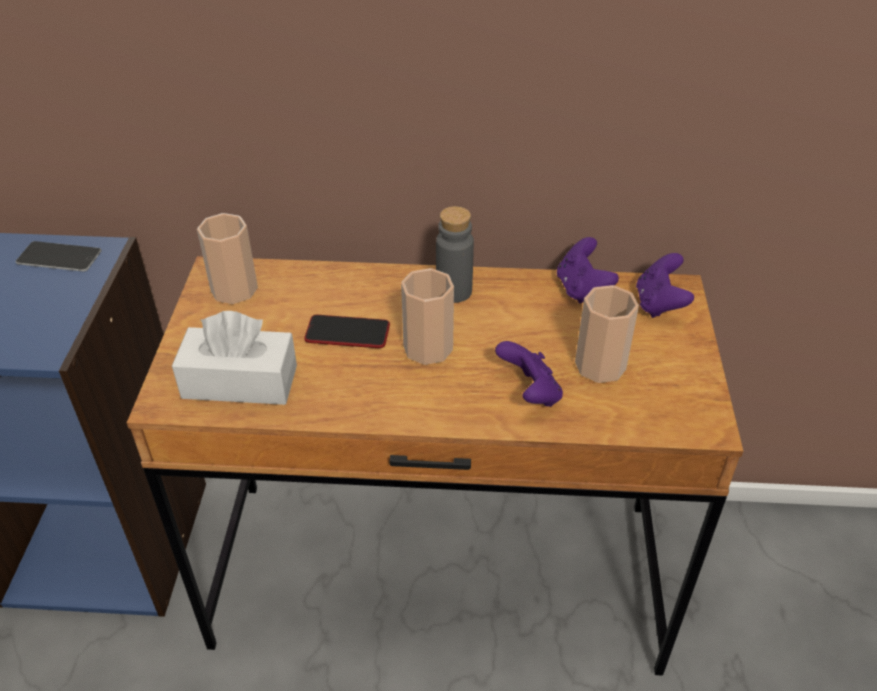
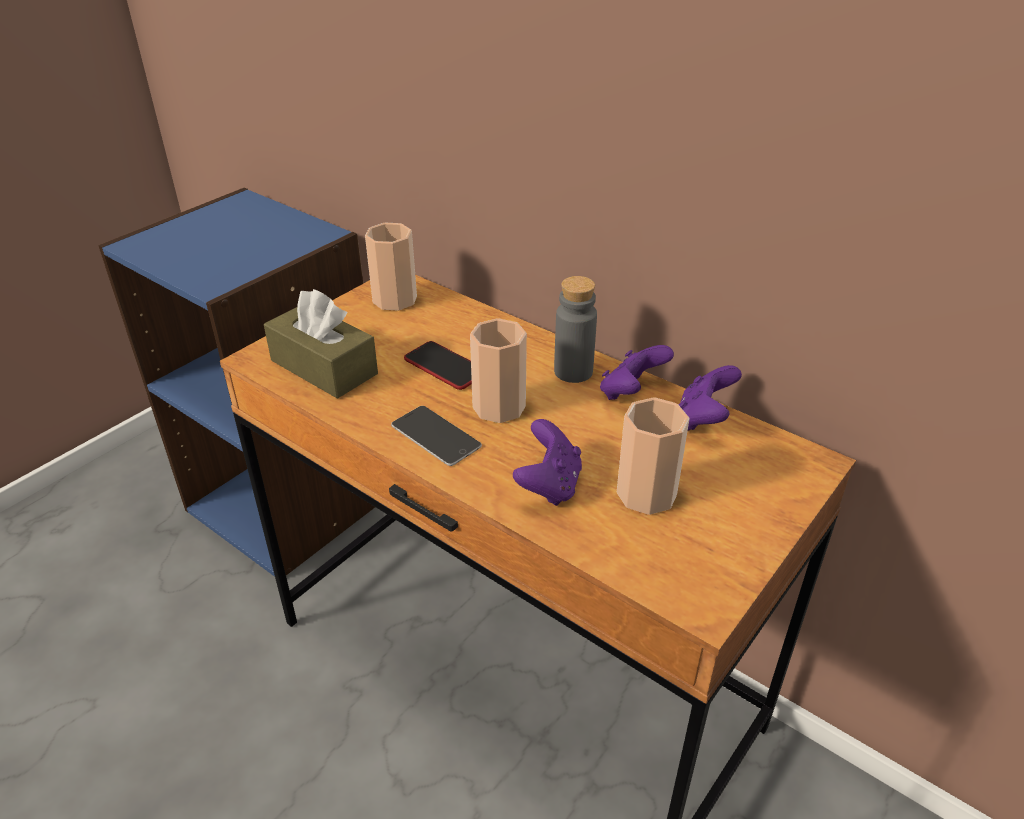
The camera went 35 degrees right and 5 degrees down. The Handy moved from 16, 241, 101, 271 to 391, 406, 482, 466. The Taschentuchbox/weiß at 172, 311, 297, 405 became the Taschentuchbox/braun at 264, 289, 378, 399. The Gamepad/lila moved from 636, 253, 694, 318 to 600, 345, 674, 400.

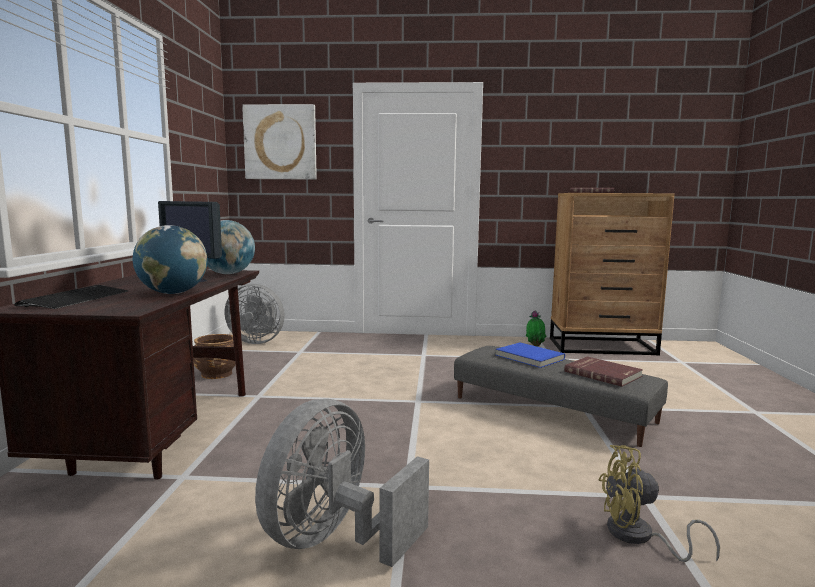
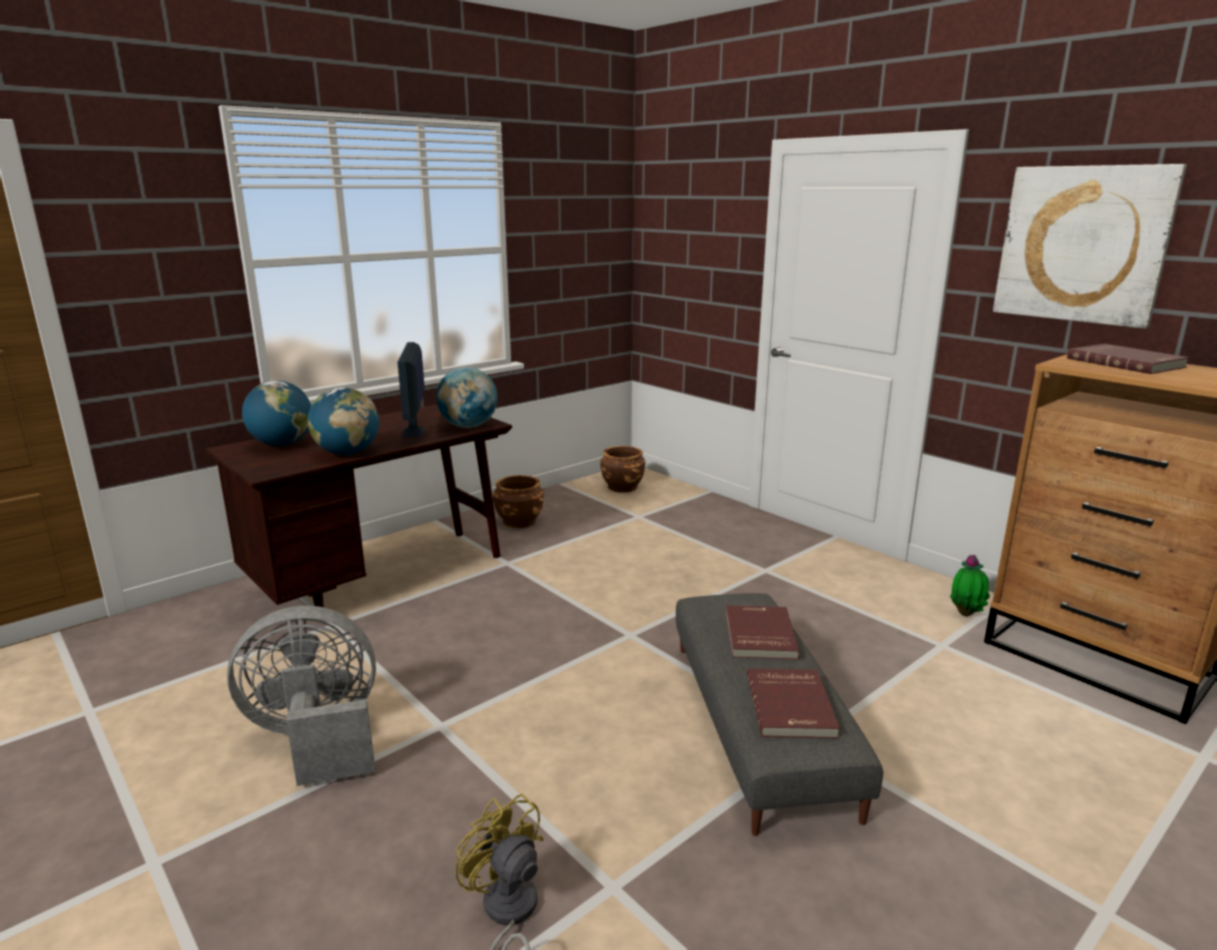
The camera went 45 degrees right and 10 degrees up. The Tastatur at 14, 285, 128, 309 was replaced by the Globus at 242, 381, 311, 446. The Ventilator/grau at 224, 284, 285, 344 was replaced by the Pflanzkübel/braun at 600, 446, 645, 493. The Bild moved from 242, 104, 317, 180 to 993, 164, 1186, 329. The Buch/blau at 496, 342, 565, 368 became the Buch/rot at 726, 605, 800, 660.

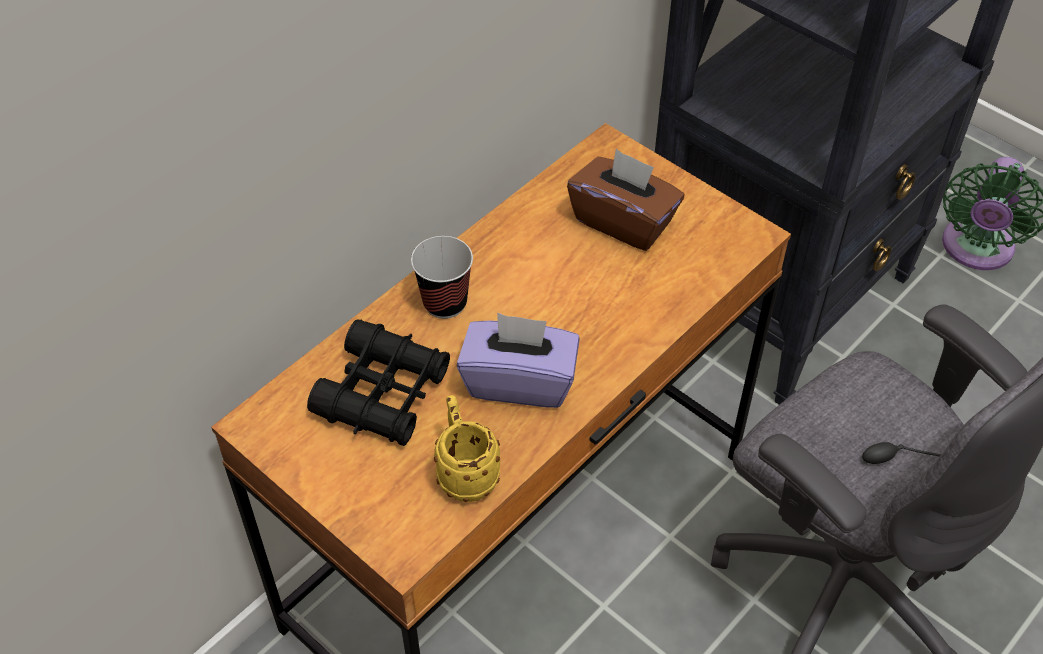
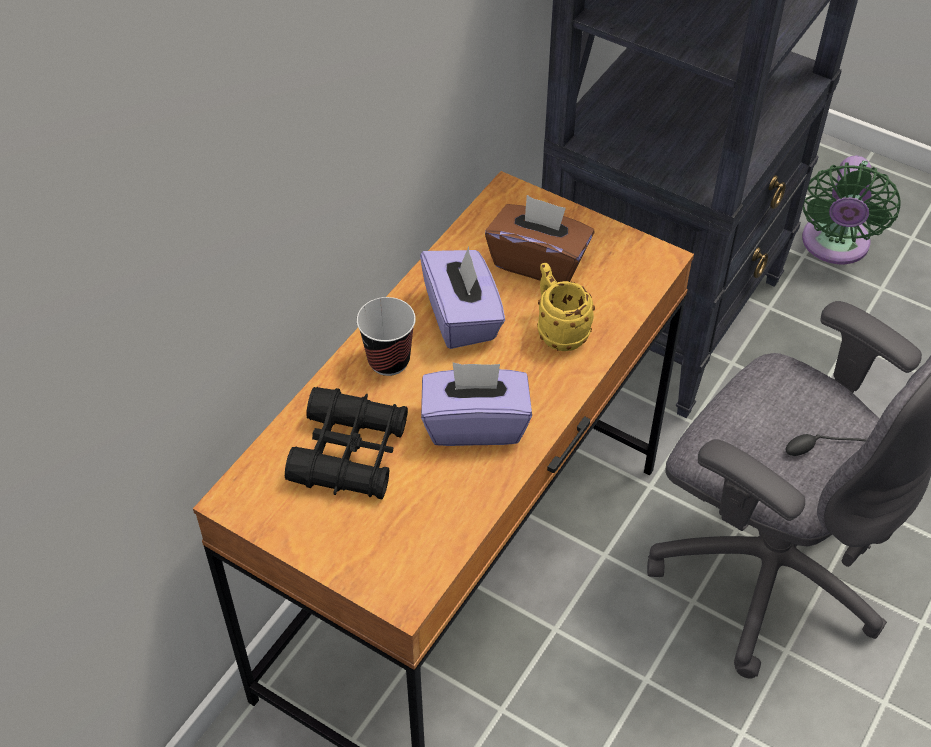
The camera went 10 degrees left and 0 degrees up. The Henkelbecher/gelb moved from 434, 395, 500, 502 to 537, 263, 595, 351. The Taschentuchbox/lila at 420, 247, 505, 349 appeared.

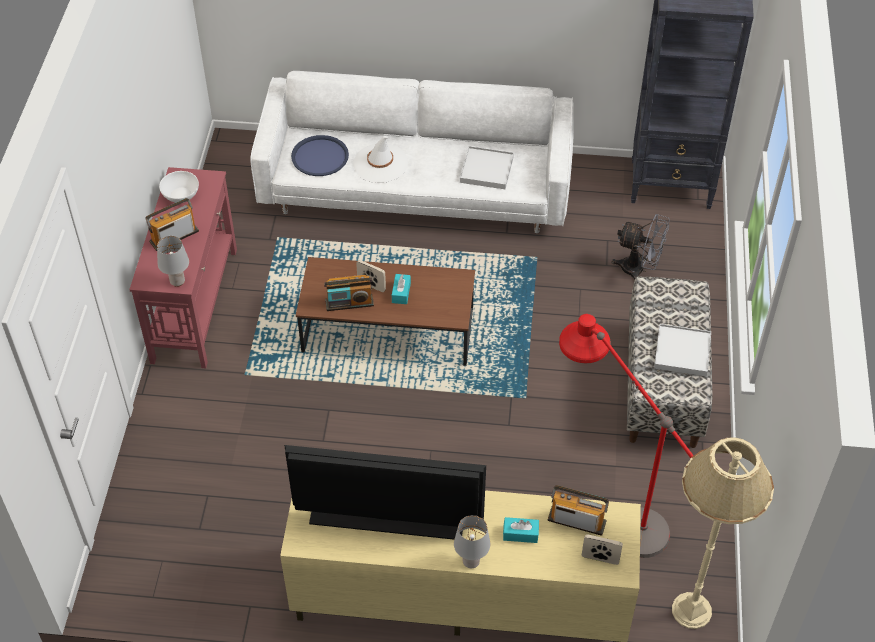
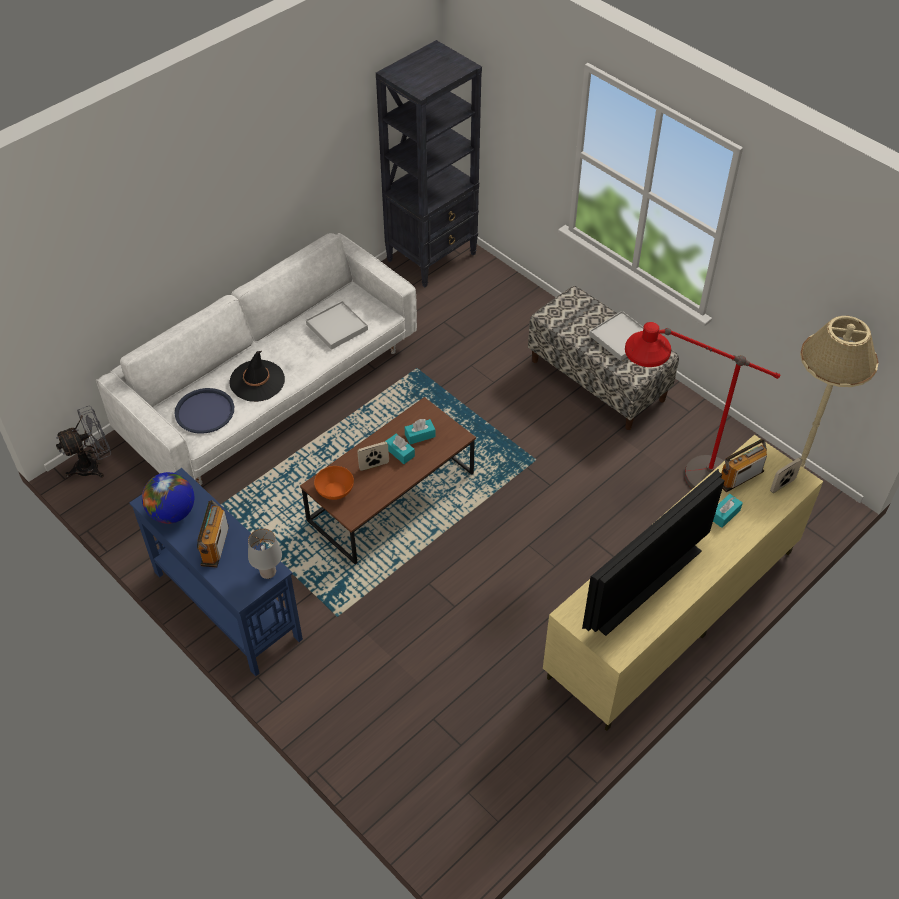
The camera went 50 degrees left and 0 degrees up. The Konsolentisch/rot at 129, 167, 237, 368 became the Konsolentisch/blau at 129, 468, 303, 676. The Schüssel/weiß at 159, 171, 199, 203 was replaced by the Globus at 142, 472, 194, 524. The Radio at 324, 275, 374, 311 disappeared. The Hut/weiß at 353, 136, 408, 183 became the Hut/schwarz at 229, 351, 285, 402. The Tischlampe/grau at 454, 515, 490, 568 disappeared. The Ventilator/grau moved from 611, 214, 670, 280 to 56, 406, 111, 478. The Schüssel/orange at 314, 466, 354, 500 appeared. The Taschentuchbox/türkis at 405, 419, 436, 445 appeared.

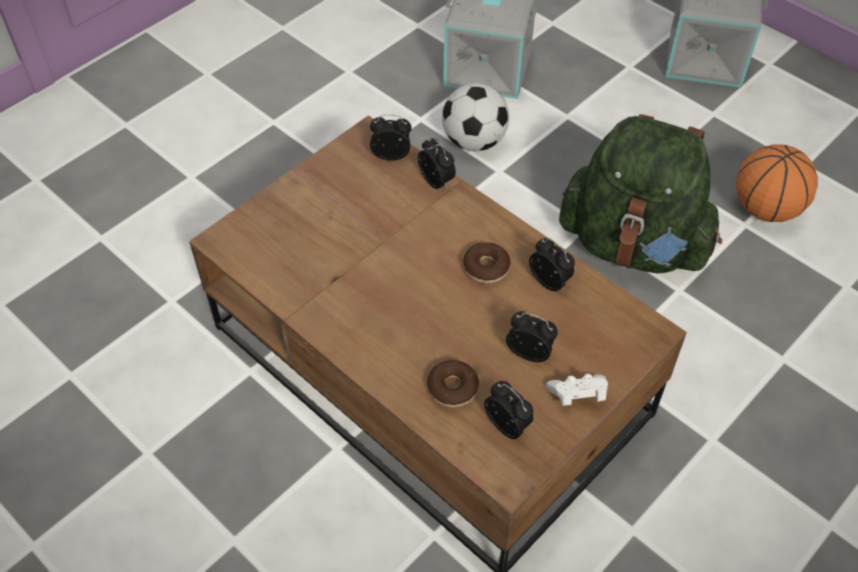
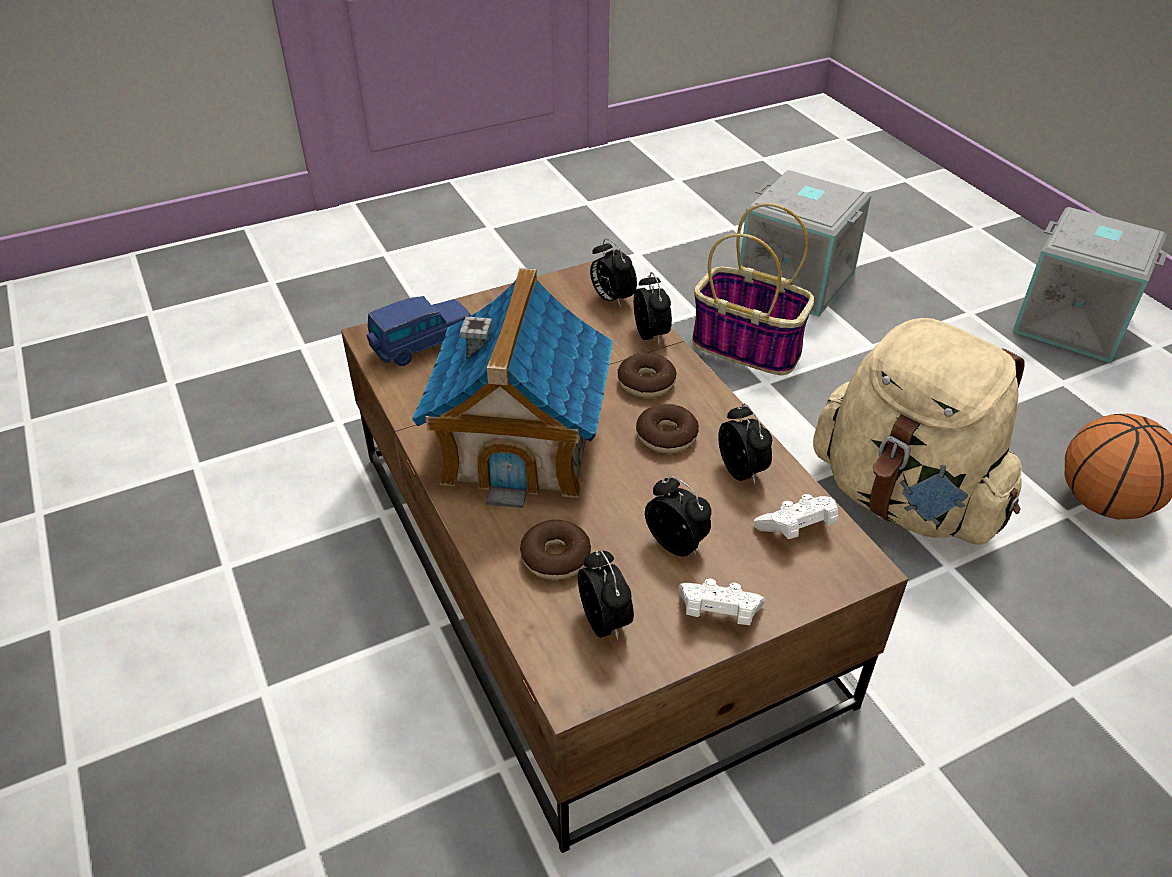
The camera went 20 degrees right and 10 degrees down. The Wecker at 370, 115, 412, 161 turned 150 degrees counterclockwise. The Fußball at 442, 83, 509, 151 was replaced by the Korb at 692, 203, 814, 375. The Rucksack/grün at 559, 114, 722, 273 became the Rucksack/beige at 813, 318, 1025, 545. The Spielzeugauto/blau at 366, 296, 471, 366 appeared. The Spielzeughaus at 412, 268, 613, 508 appeared. The Donut at 618, 353, 676, 398 appeared. The Gamepad/weiß at 753, 494, 838, 539 appeared.

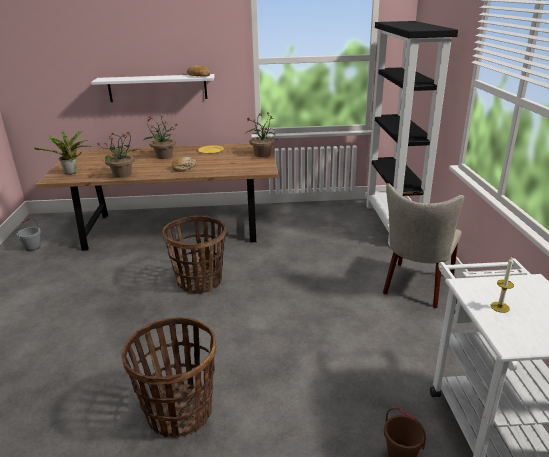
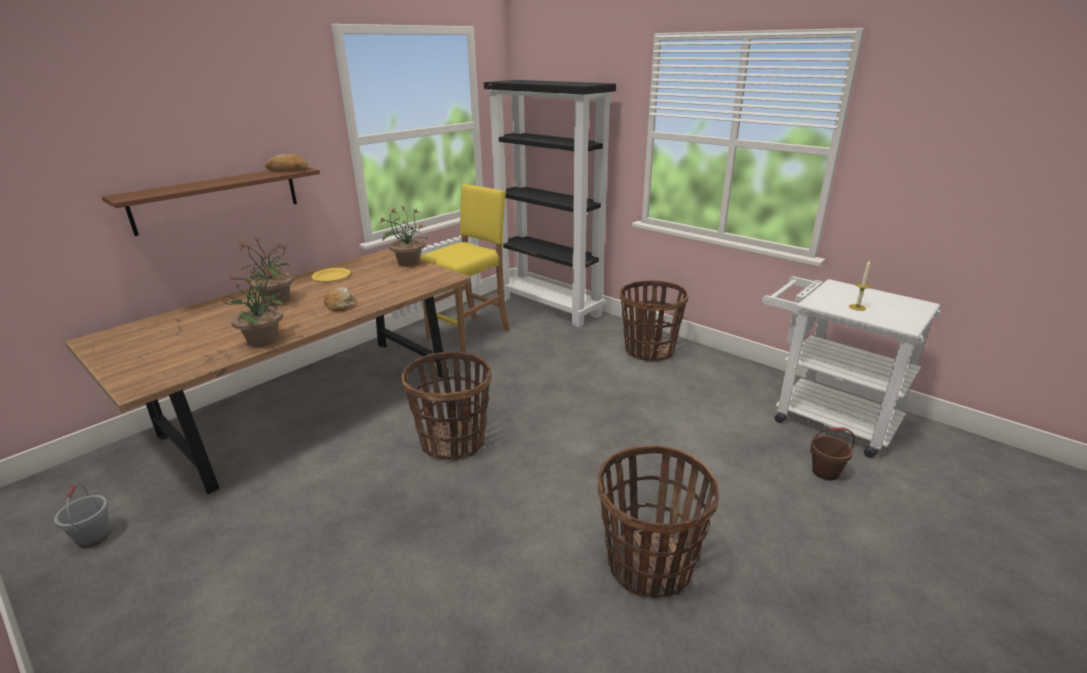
The camera went 45 degrees left and 0 degrees up. The Topfpflanze at 34, 131, 93, 175 disappeared. The Wandregal/weiß at 91, 74, 215, 102 became the Wandregal/braun at 102, 167, 320, 236. The Stuhl/beige at 383, 183, 464, 308 was replaced by the Korb at 620, 280, 688, 362. The Hocker/gelb at 420, 184, 510, 353 appeared.

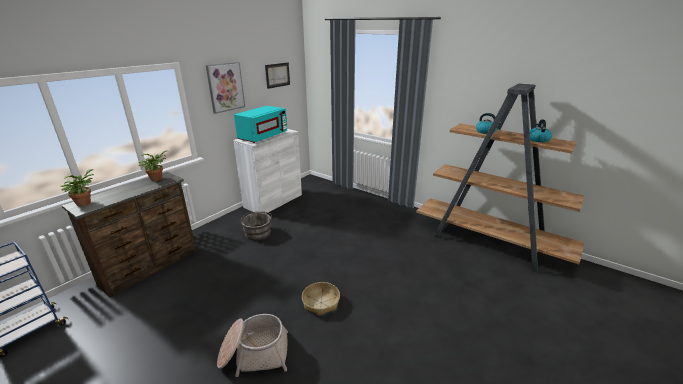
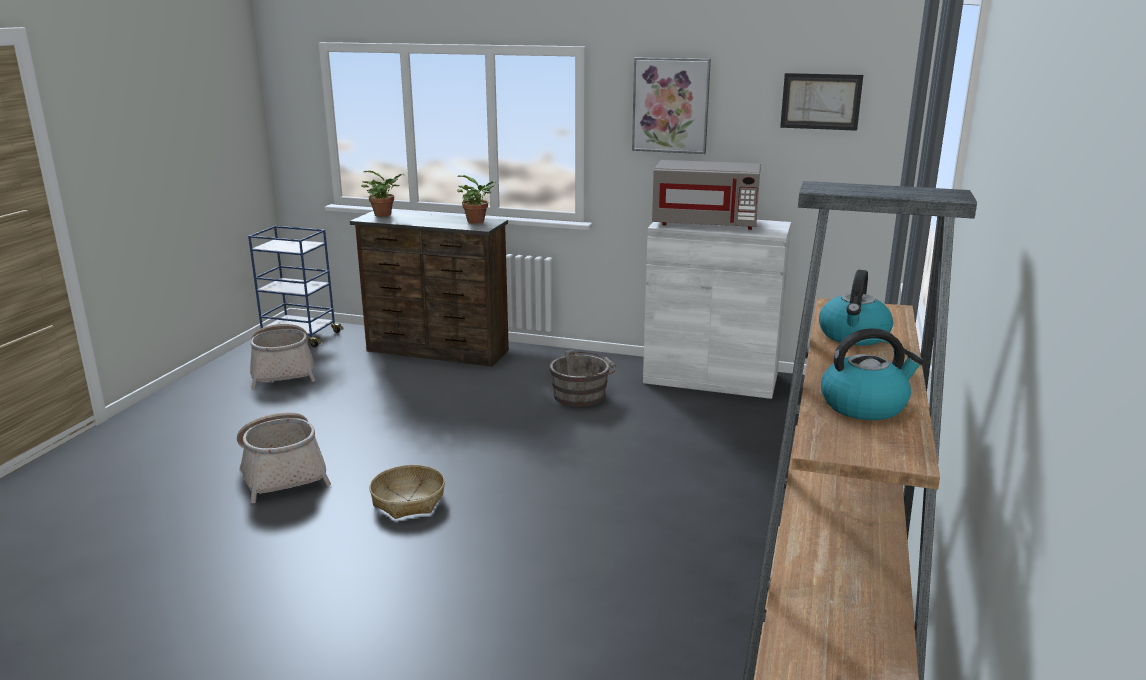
The camera went 70 degrees right and 5 degrees down. The Mikrowelle/türkis at 234, 106, 287, 143 became the Mikrowelle/grau at 652, 160, 761, 230. The Korb at 250, 324, 315, 389 appeared.

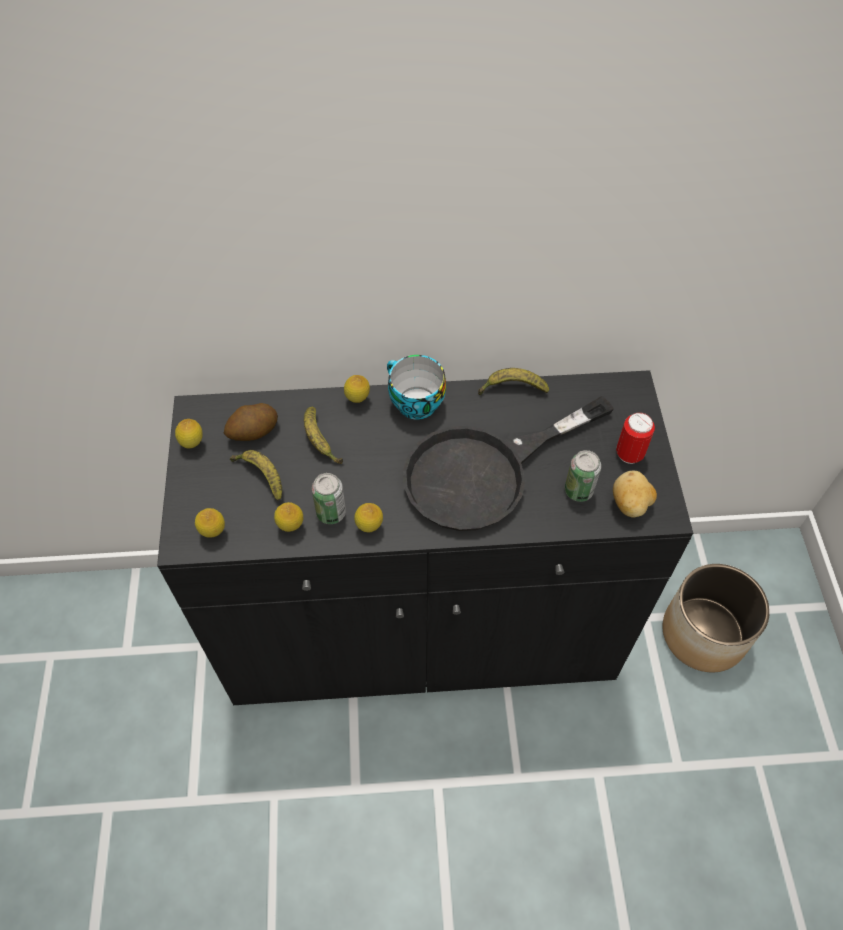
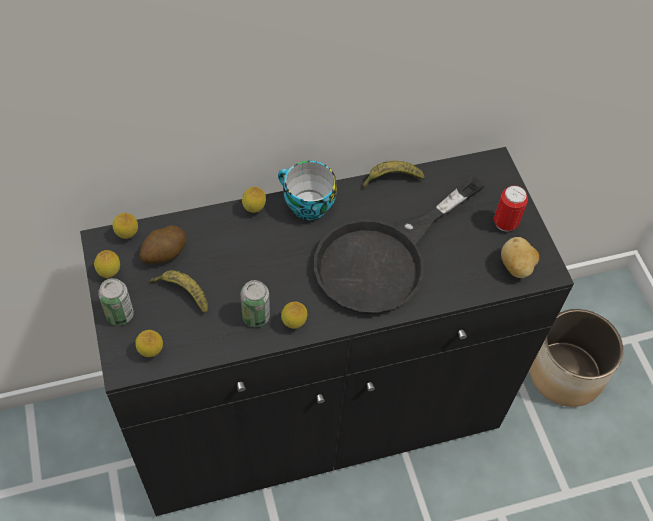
The camera went 15 degrees left and 0 degrees up. The Zitrone moved from 274, 502, 303, 532 to 113, 213, 138, 239. The Banane at 304, 407, 343, 464 disappeared. The Dose moved from 565, 450, 601, 502 to 98, 278, 134, 326.

